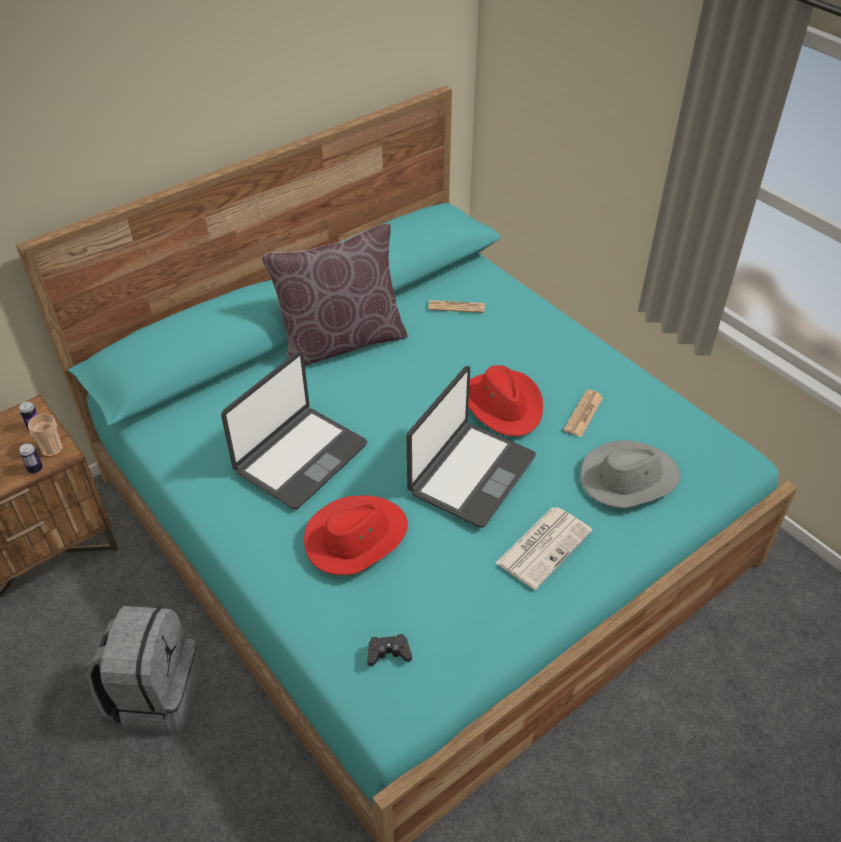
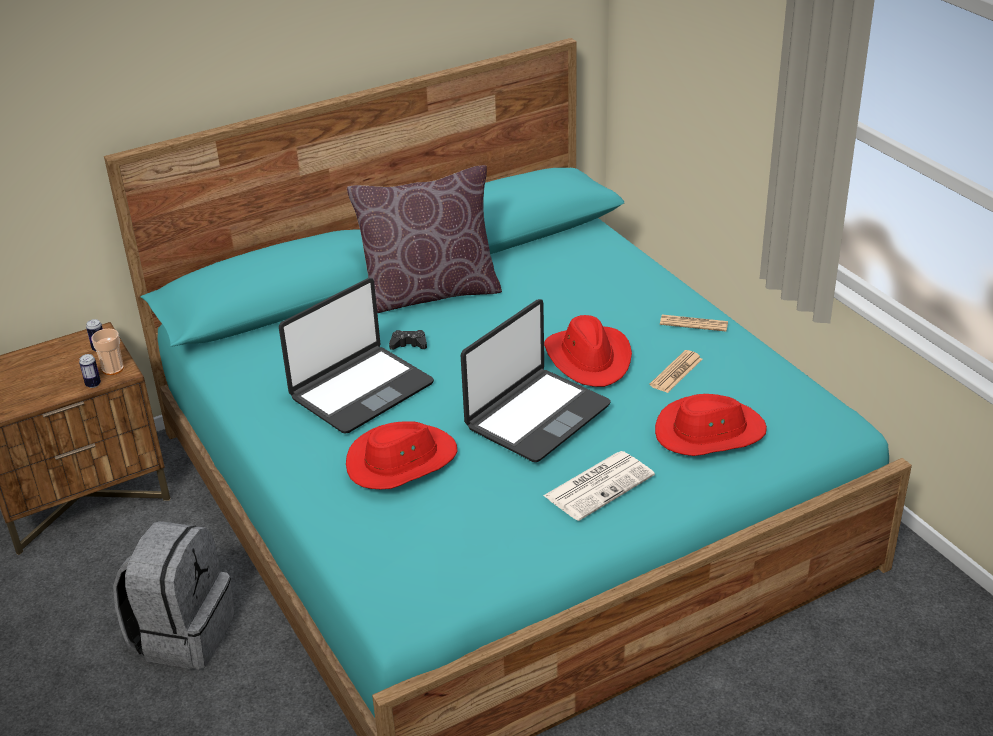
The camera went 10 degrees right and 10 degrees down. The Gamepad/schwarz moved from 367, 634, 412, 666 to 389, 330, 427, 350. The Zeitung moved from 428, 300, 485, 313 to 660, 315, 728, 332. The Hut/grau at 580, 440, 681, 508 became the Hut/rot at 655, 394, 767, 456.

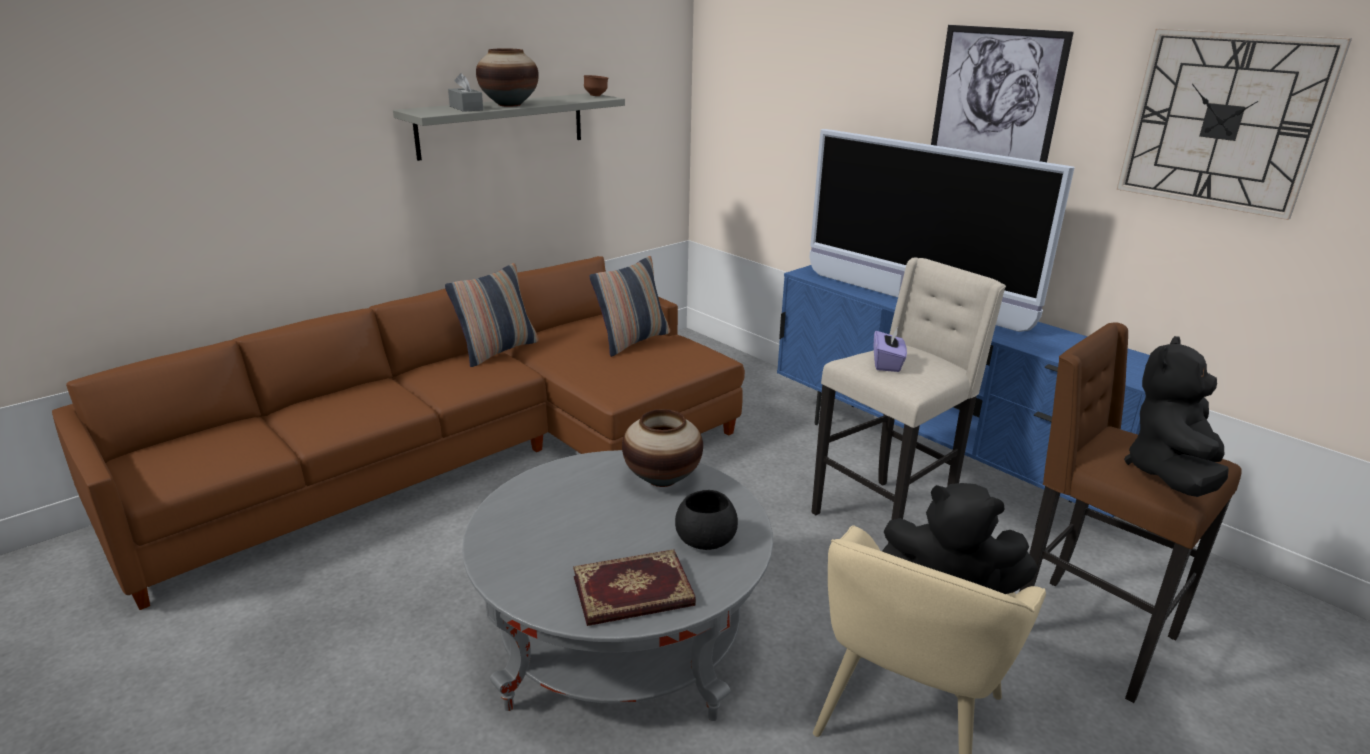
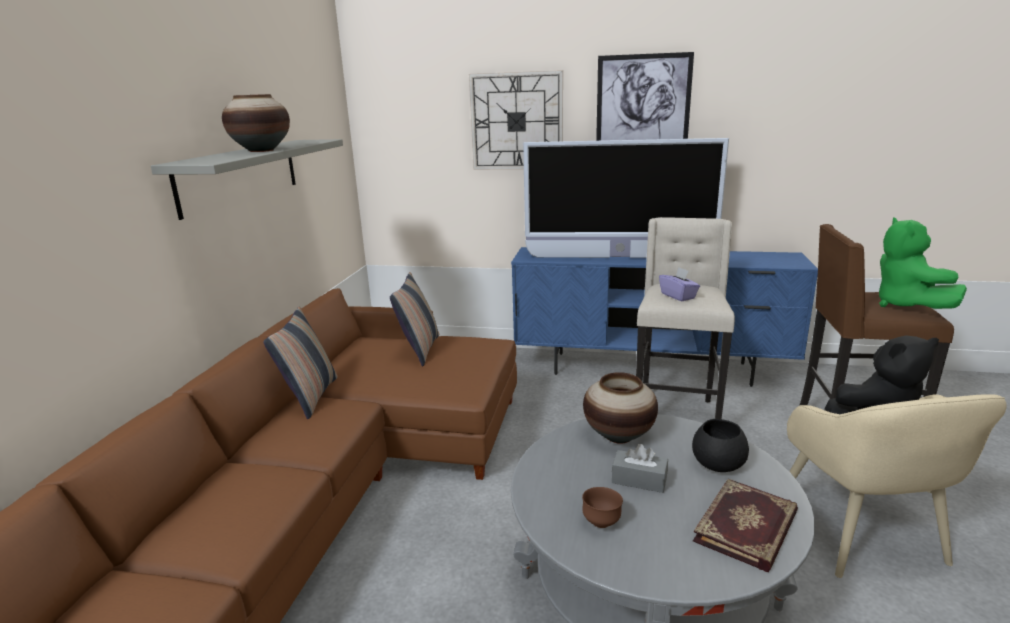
The camera went 35 degrees left and 5 degrees down. The Taschentuchbox/grau moved from 448, 73, 483, 112 to 612, 444, 668, 493. The Schüssel/braun moved from 584, 75, 608, 96 to 582, 487, 623, 528. The Wanduhr moved from 1116, 29, 1352, 220 to 469, 70, 563, 170. The Plüschtier/schwarz at 1124, 336, 1229, 497 became the Plüschtier/grün at 879, 217, 967, 309.

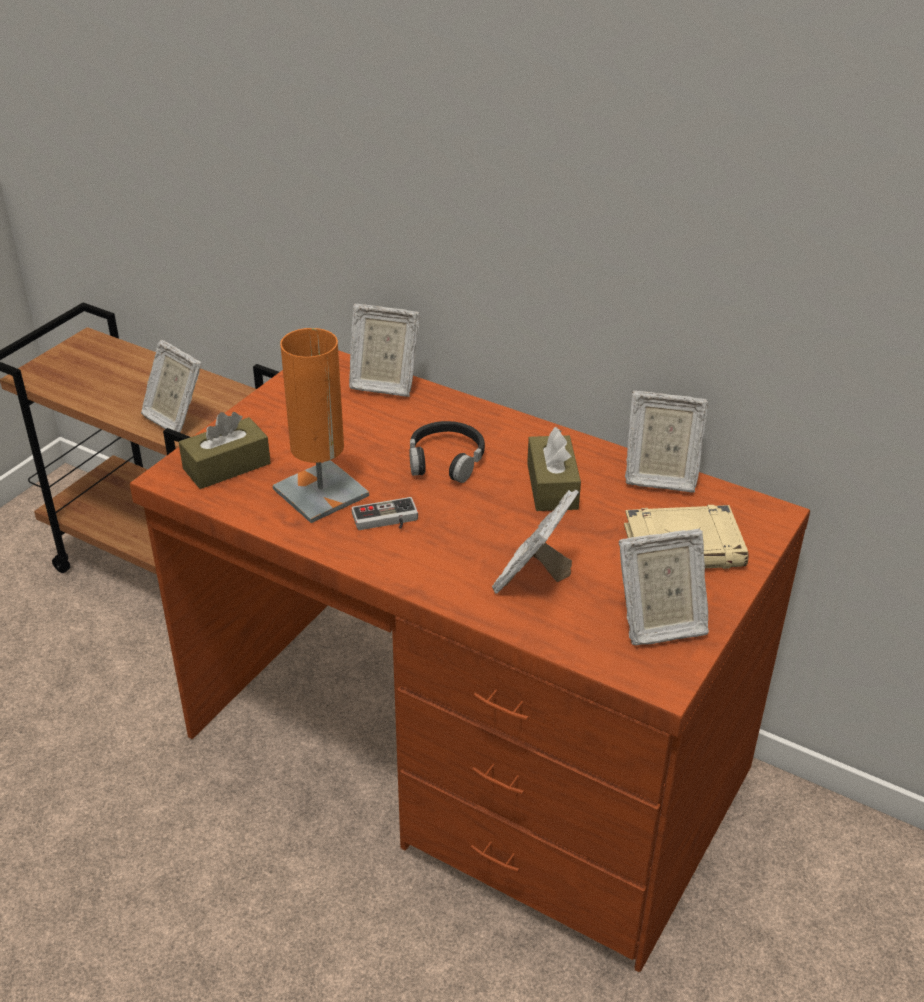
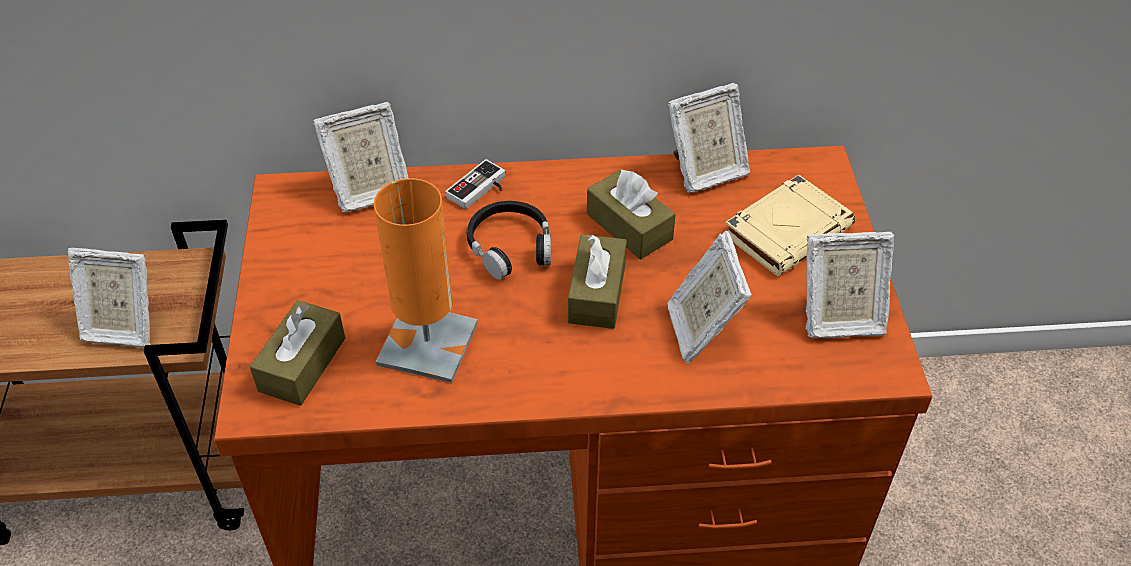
The camera went 35 degrees left and 10 degrees up. The Gamepad moved from 351, 497, 418, 530 to 445, 159, 506, 209. The Bilderrahmen at 619, 529, 709, 645 turned 45 degrees clockwise. The Taschentuchbox/braun at 568, 234, 627, 329 appeared.

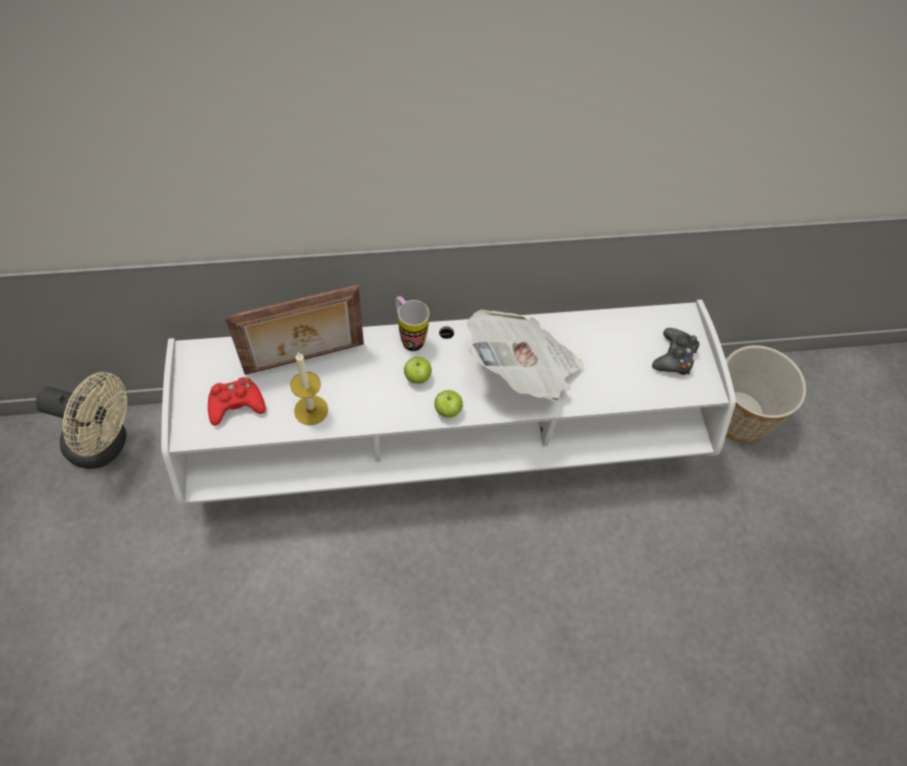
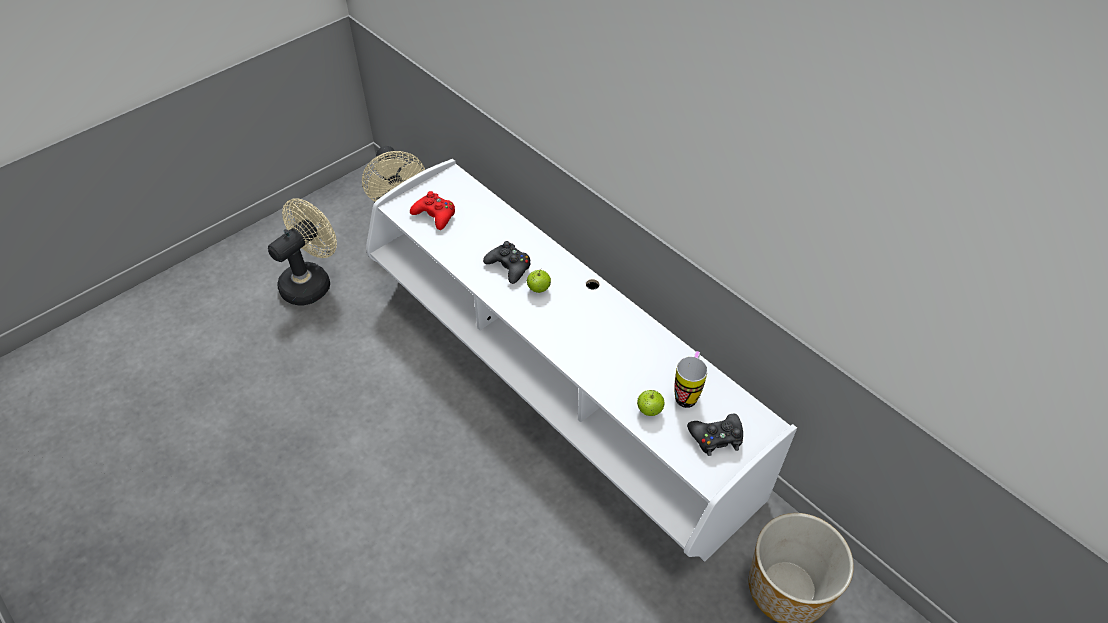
The camera went 60 degrees right and 10 degrees down. The Bilderrahmen at 225, 285, 364, 375 disappeared. The Kerze at 290, 352, 328, 425 disappeared. The Henkelbecher moved from 395, 296, 429, 351 to 674, 351, 708, 408. The Apfel moved from 434, 390, 463, 418 to 637, 390, 665, 416. The Zeitung at 467, 309, 584, 401 disappeared. The Ventilator/beige at 268, 199, 337, 305 appeared. The Gamepad/schwarz at 483, 241, 530, 284 appeared.

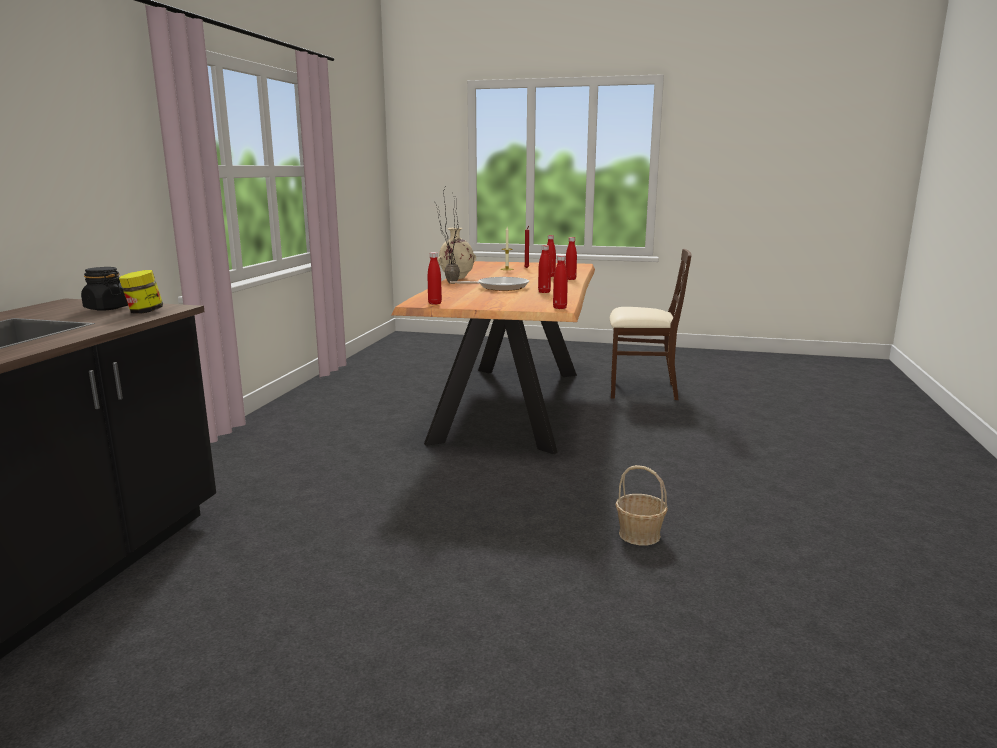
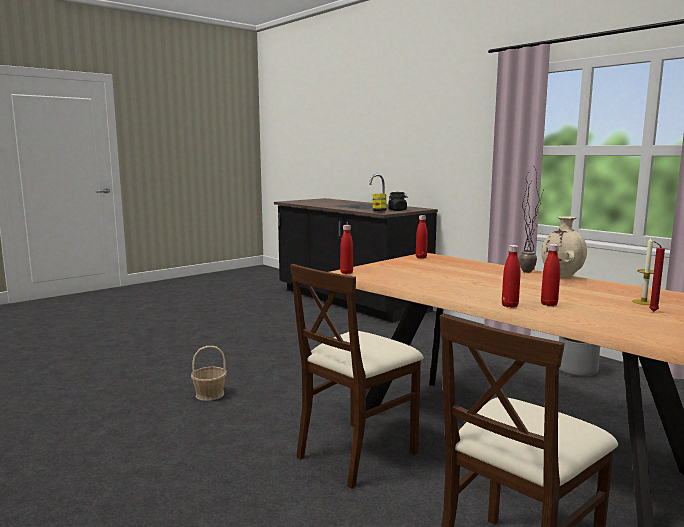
The camera went 125 degrees right and 5 degrees down. The Pfanne at 450, 277, 529, 291 disappeared. The Flasche/rot at 538, 245, 551, 293 disappeared. The Stuhl/beige at 290, 264, 424, 489 appeared. The Pflanzkübel/grau at 559, 336, 600, 377 appeared.

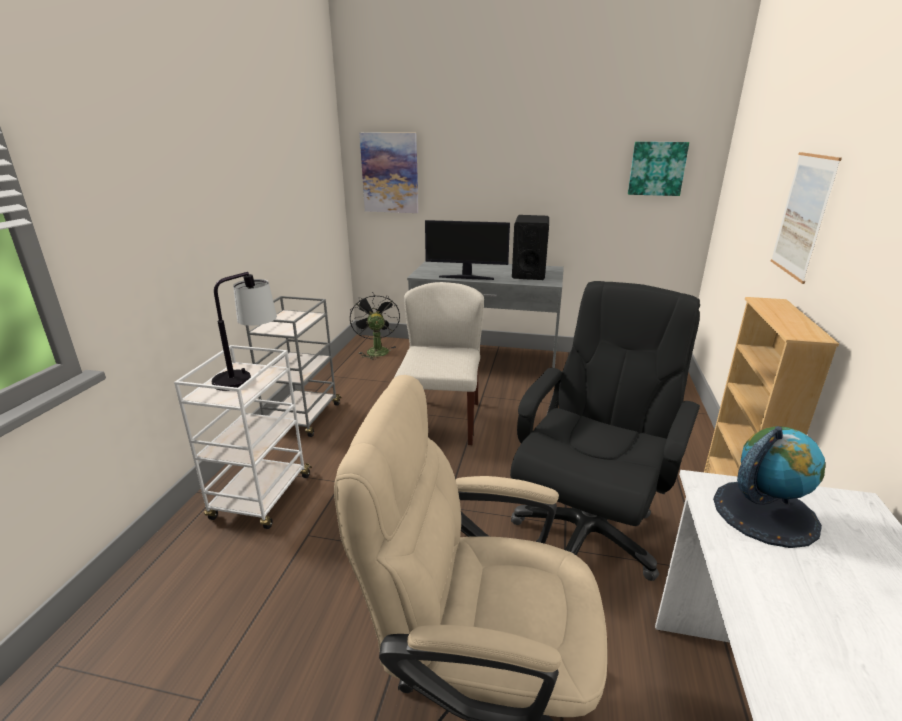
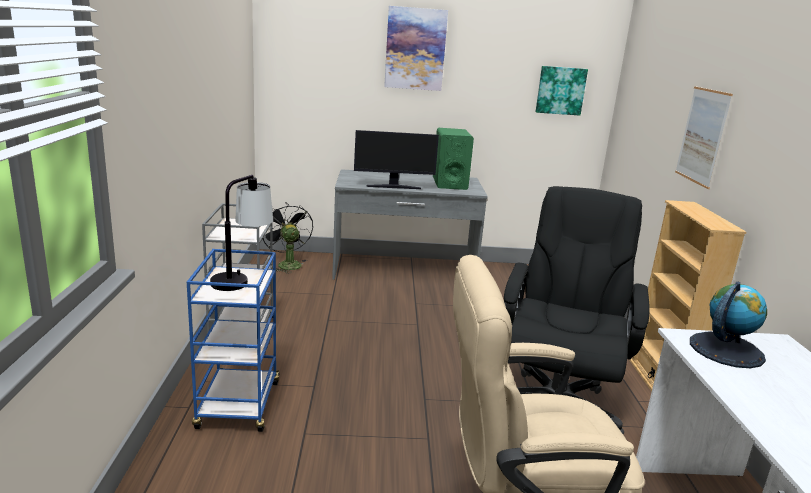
The camera went 15 degrees left and 5 degrees down. The Rollwagen/weiß at 174, 345, 312, 529 became the Rollwagen/blau at 187, 249, 280, 432. The Bild moved from 360, 133, 418, 213 to 384, 6, 448, 91. The Stuhl/beige at 394, 282, 484, 445 disappeared. The Lautsprecher/schwarz at 512, 215, 549, 280 became the Lautsprecher/grün at 433, 128, 474, 190.

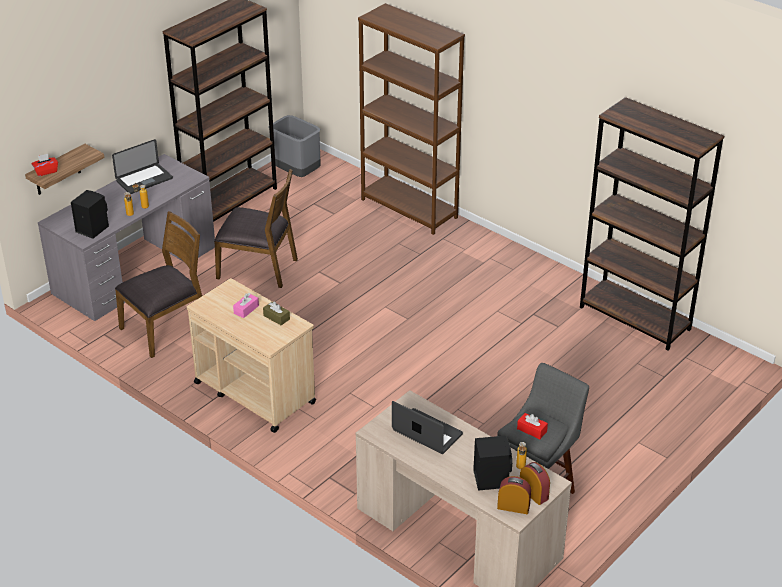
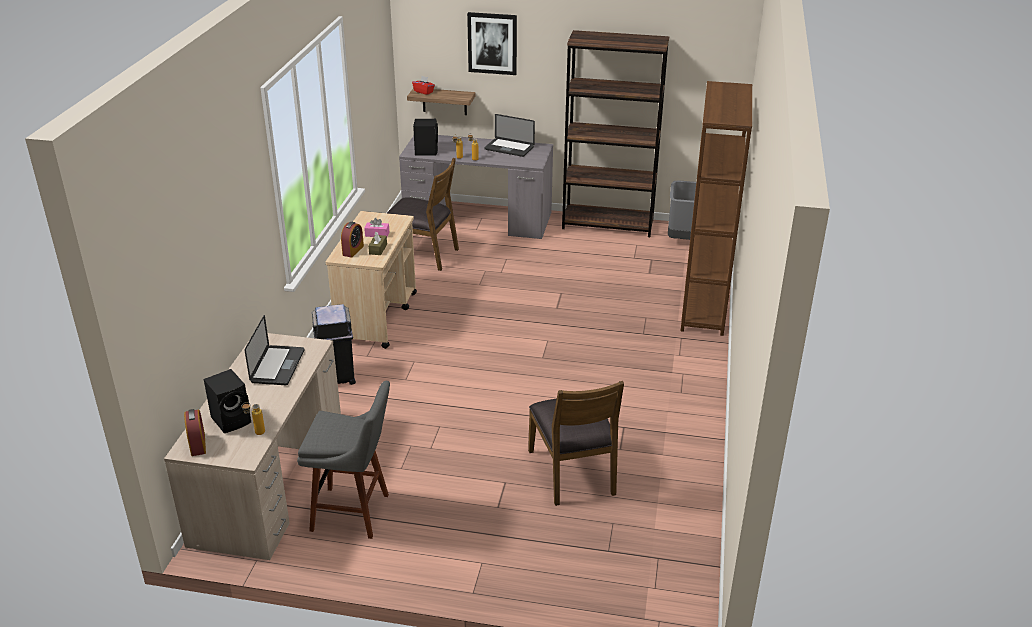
The camera went 60 degrees right and 5 degrees down. The Stuhl/braun moved from 214, 169, 298, 288 to 528, 381, 624, 506. The Taschentuchbox/rot at 517, 413, 548, 439 disappeared. The Wecker moved from 520, 462, 550, 505 to 341, 222, 364, 258. The Bücherregal/braun at 580, 97, 724, 350 disappeared. The Mülleimer/schwarz at 312, 304, 356, 385 appeared. The Bild at 467, 12, 517, 75 appeared.

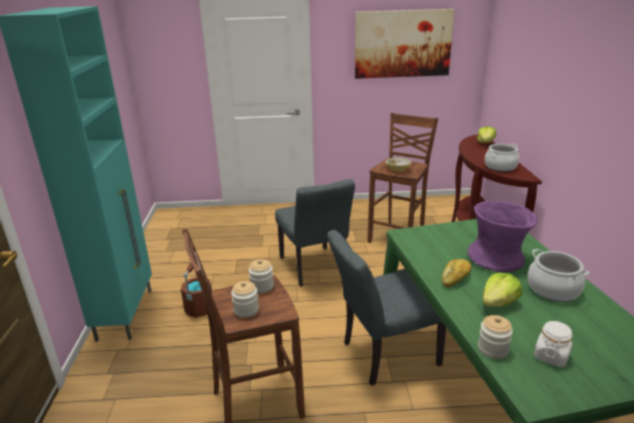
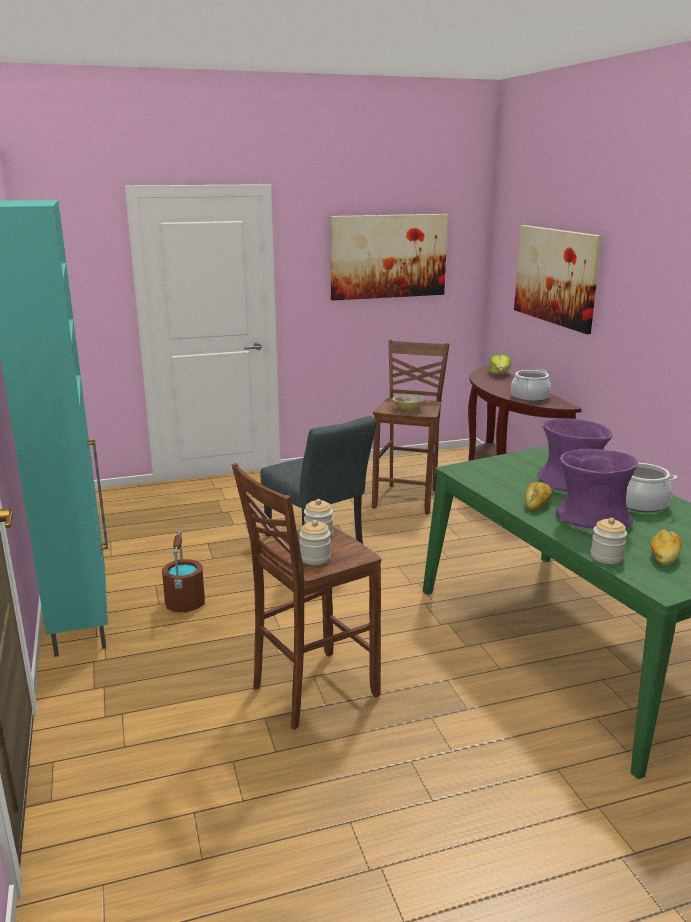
The camera went 15 degrees left and 5 degrees down. The Stuhl/grau at 327, 230, 446, 386 disappeared. The Salatkopf at 482, 273, 522, 307 was replaced by the Vase/lila at 556, 449, 638, 529. The Vorratsglas/weiß at 534, 321, 573, 367 was replaced by the Brot at 650, 529, 682, 565. The Bild at 514, 225, 602, 334 appeared.

